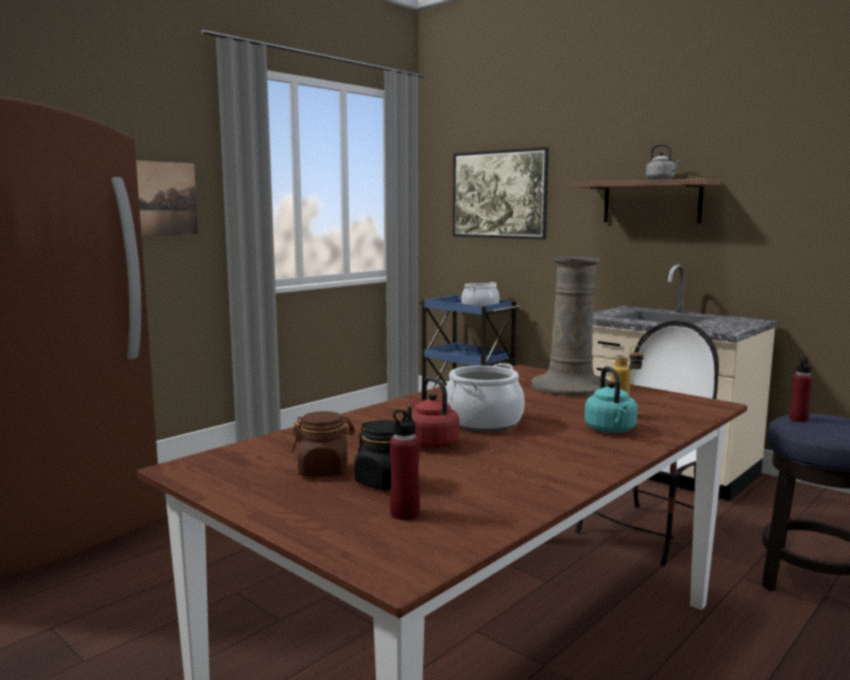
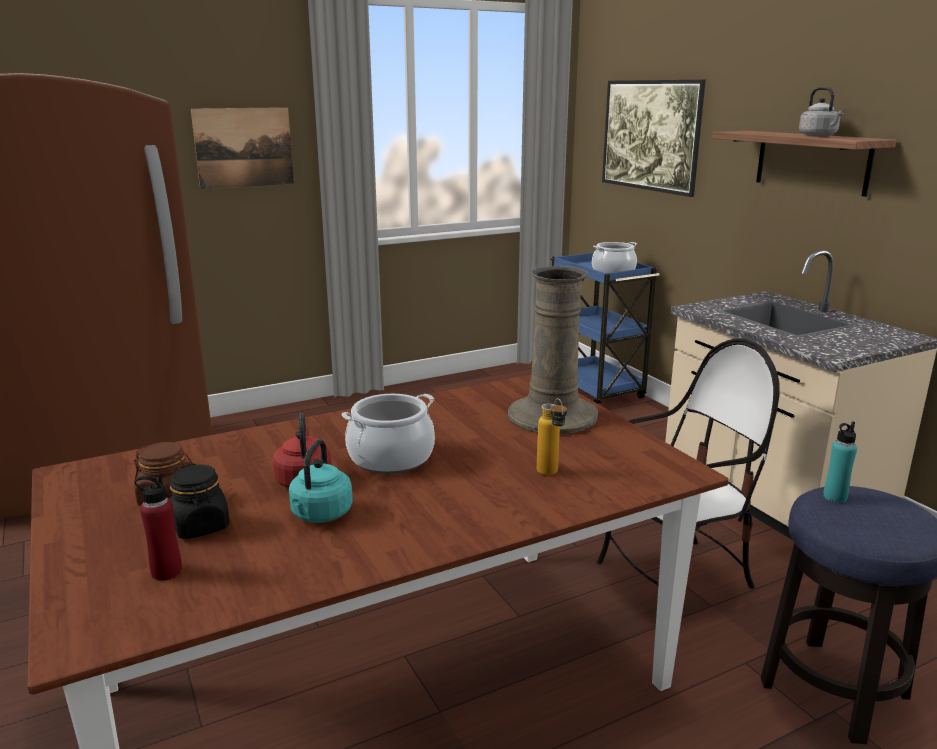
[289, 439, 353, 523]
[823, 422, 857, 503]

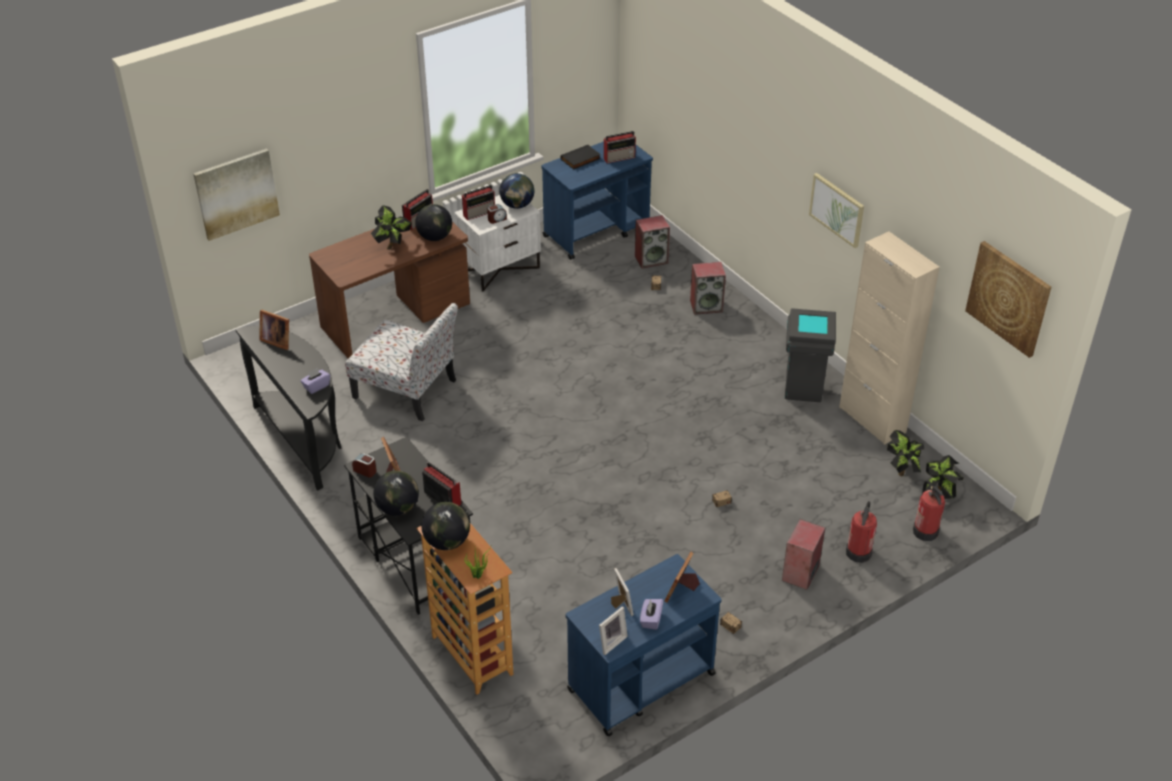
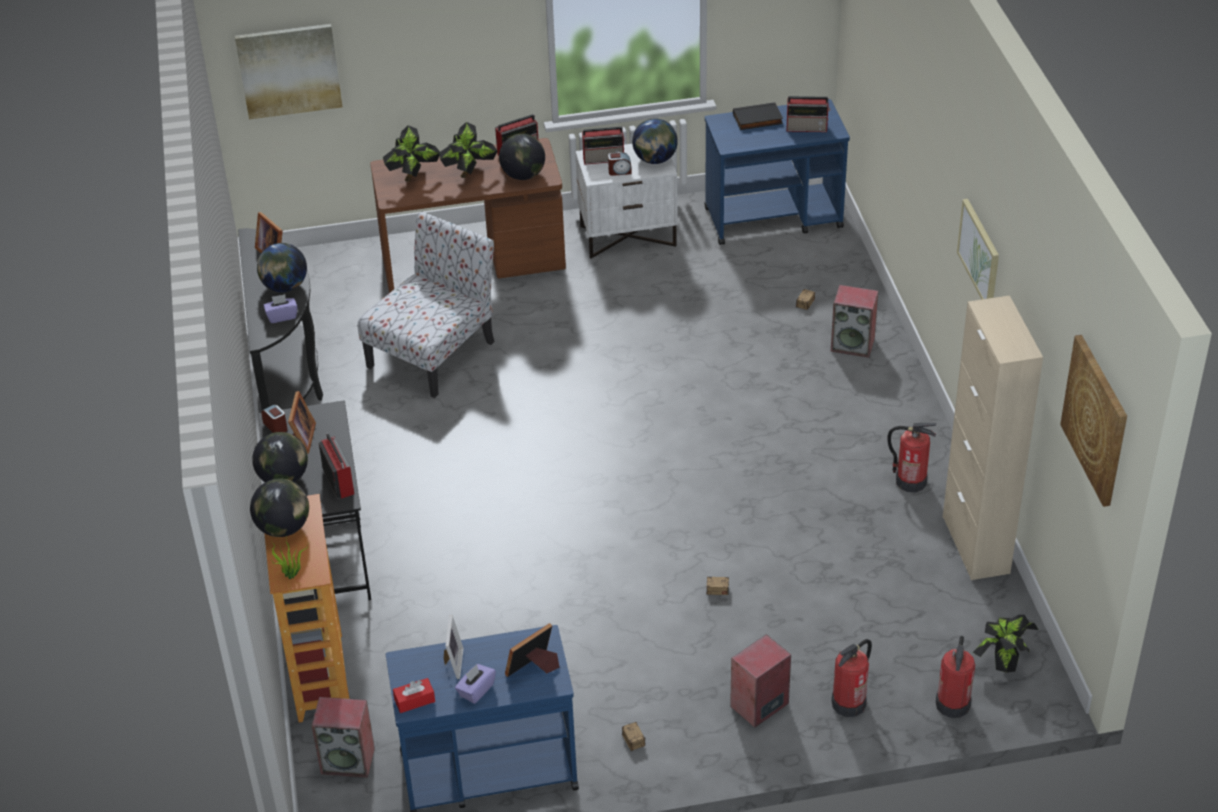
[357, 211, 495, 398]
[393, 678, 435, 713]
[311, 697, 375, 778]
[887, 423, 937, 492]
[383, 125, 440, 181]
[257, 243, 307, 292]

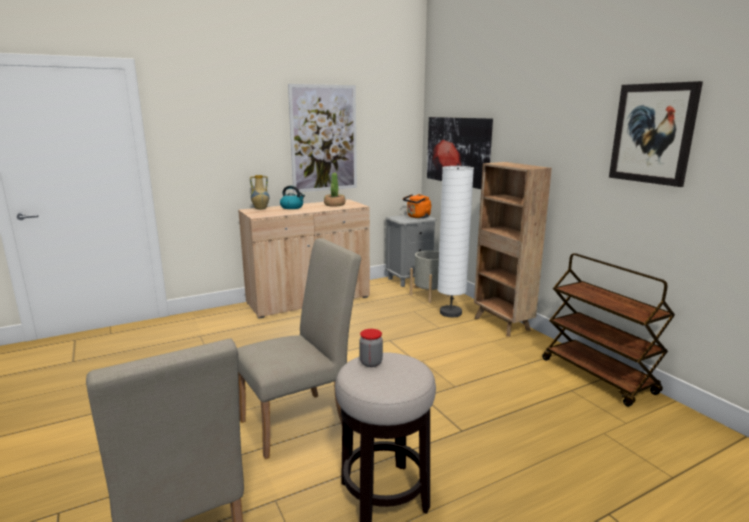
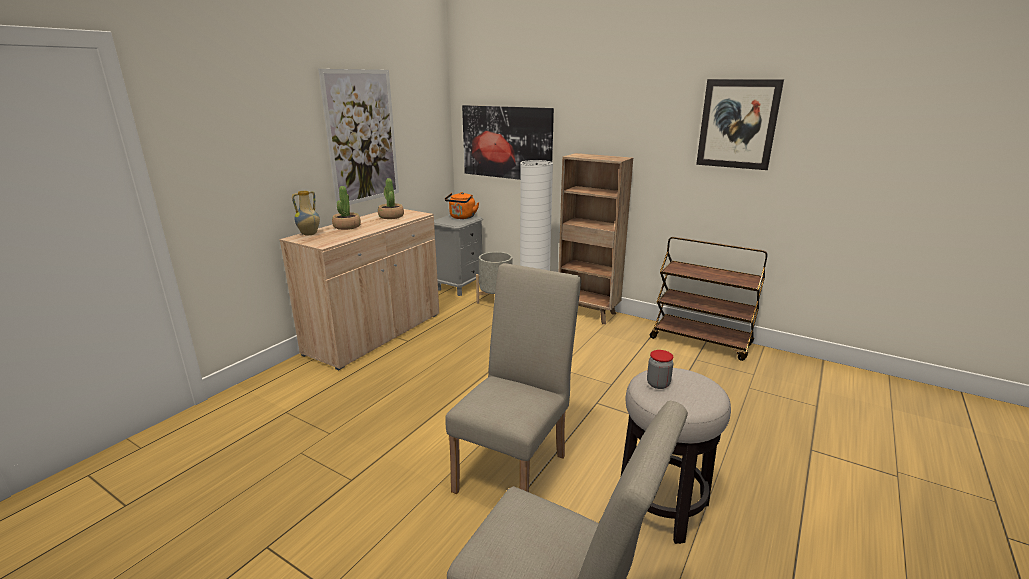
[332, 186, 361, 230]

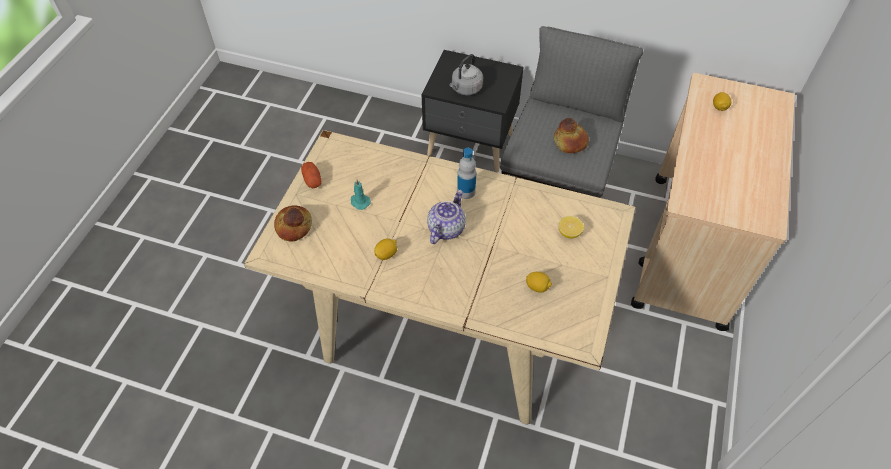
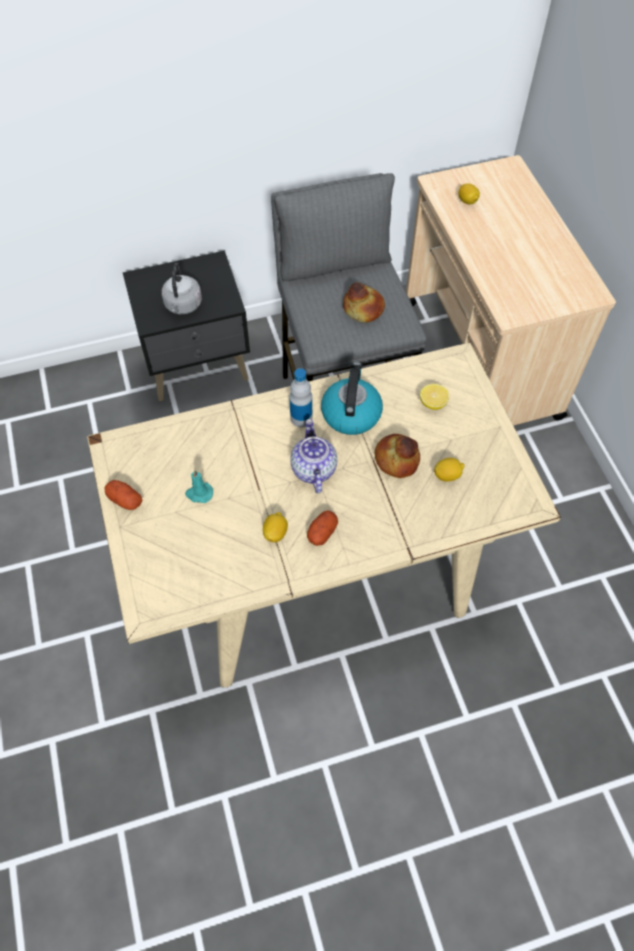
[375, 434, 420, 478]
[307, 510, 338, 546]
[321, 362, 383, 435]

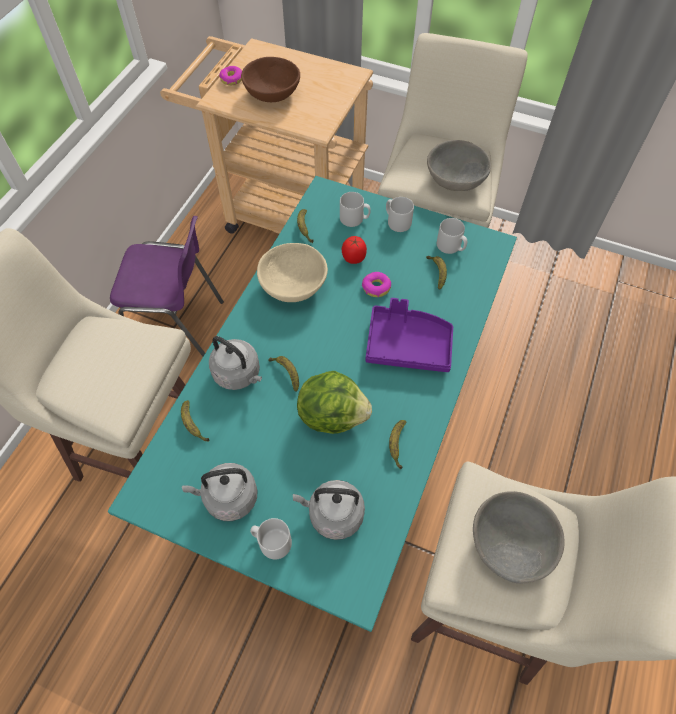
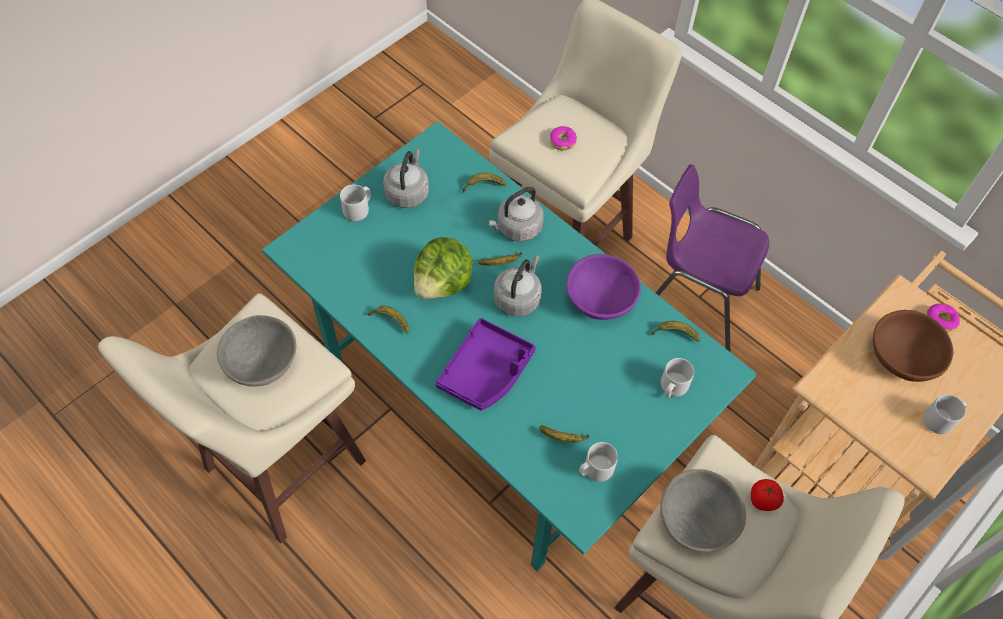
[655, 164, 769, 352]
[566, 254, 641, 320]
[494, 256, 542, 316]
[751, 479, 784, 511]
[550, 126, 577, 150]
[923, 394, 967, 434]

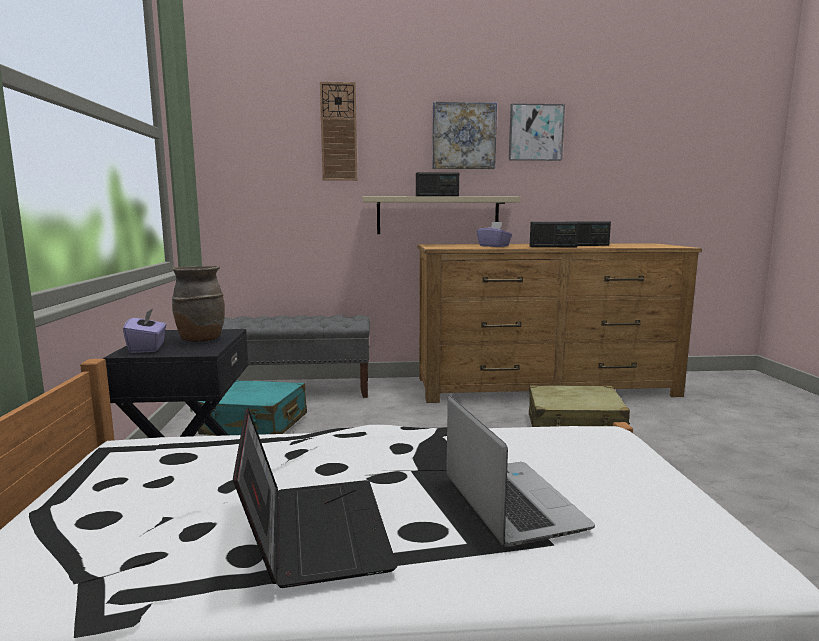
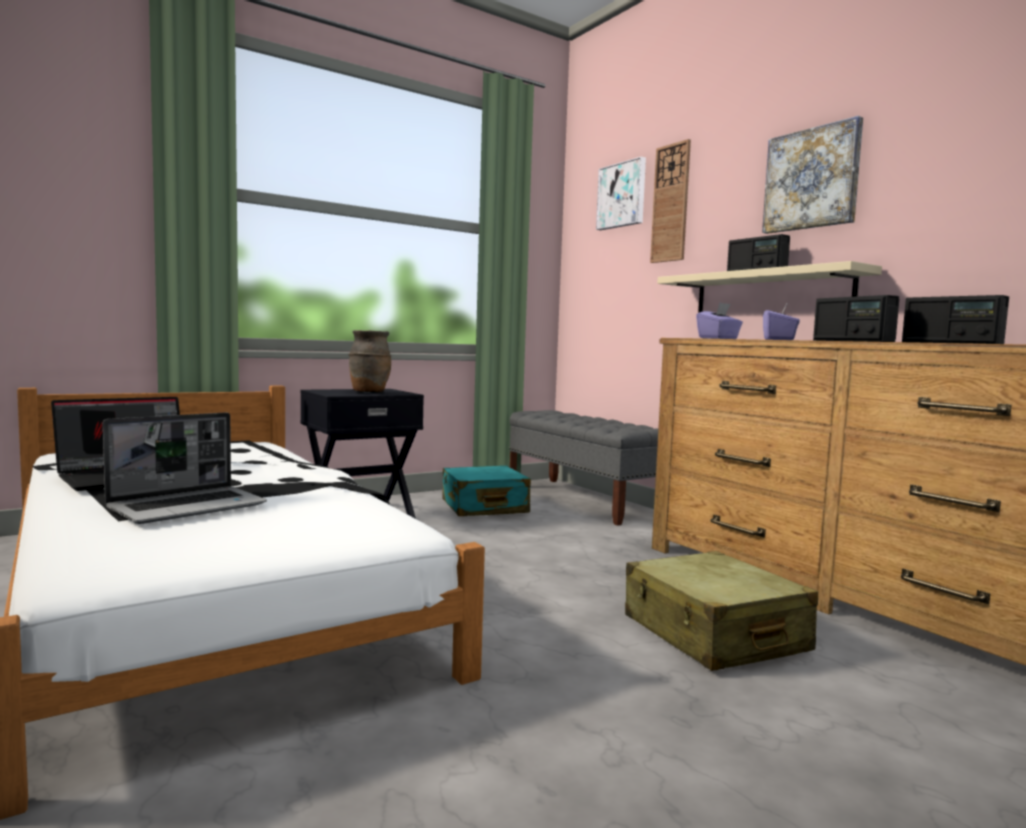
[696, 303, 743, 339]
[596, 157, 646, 230]

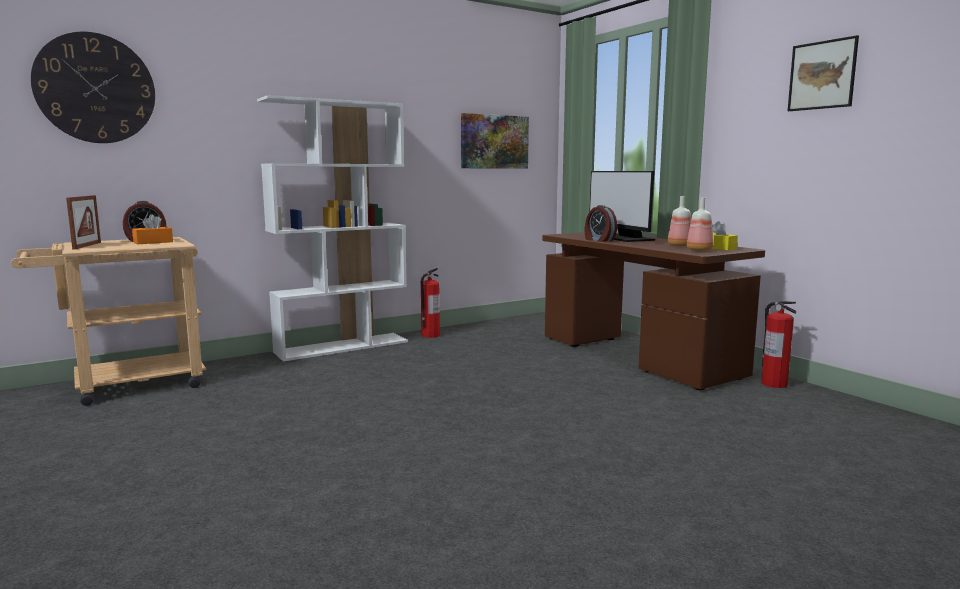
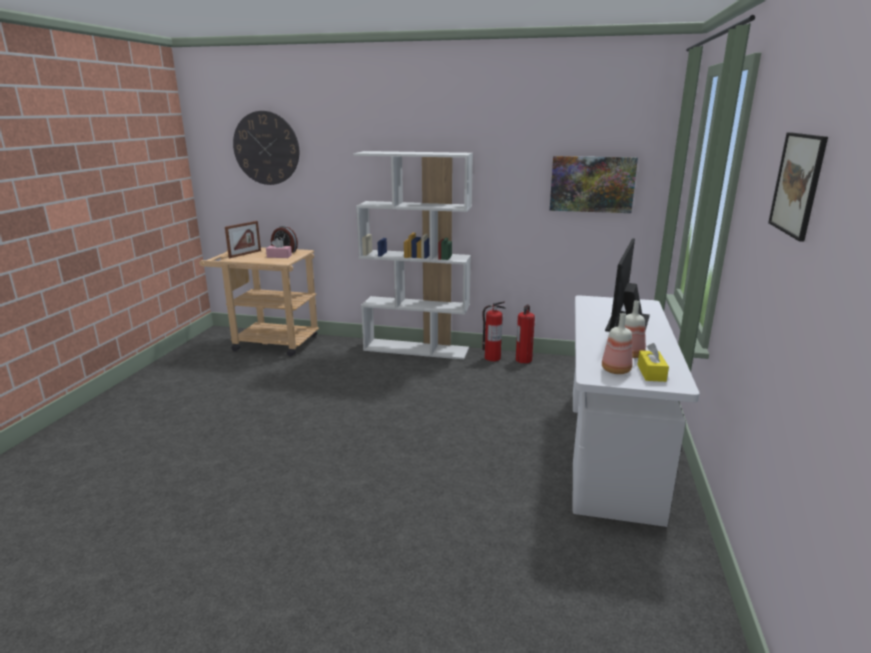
[266, 238, 292, 258]
[573, 295, 700, 527]
[585, 205, 617, 242] (first image)
[516, 305, 535, 363]

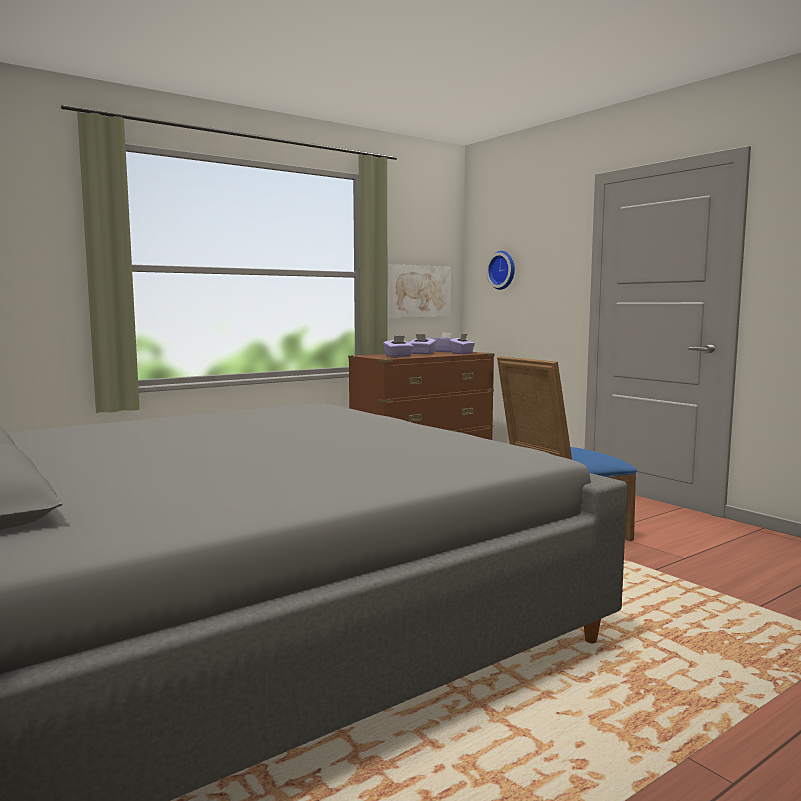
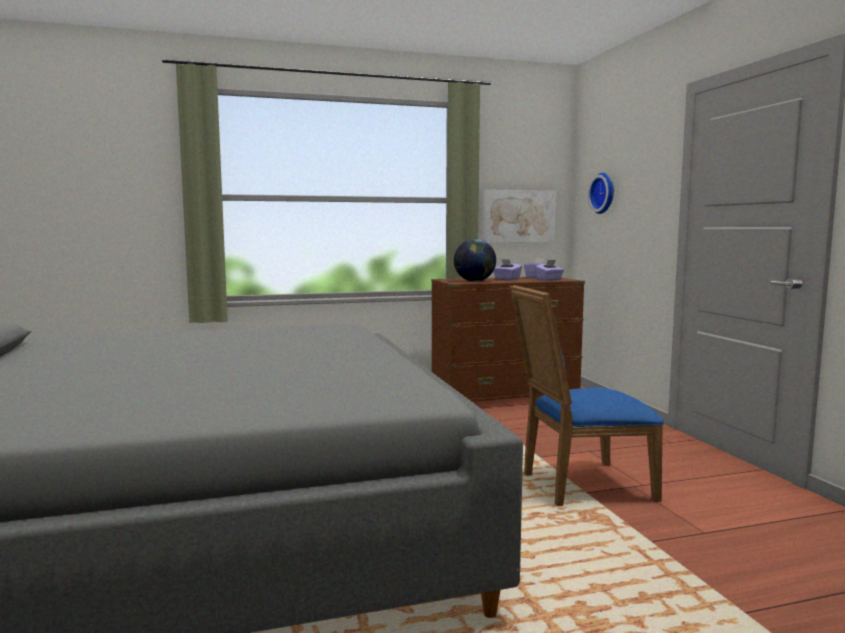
[454, 239, 496, 282]

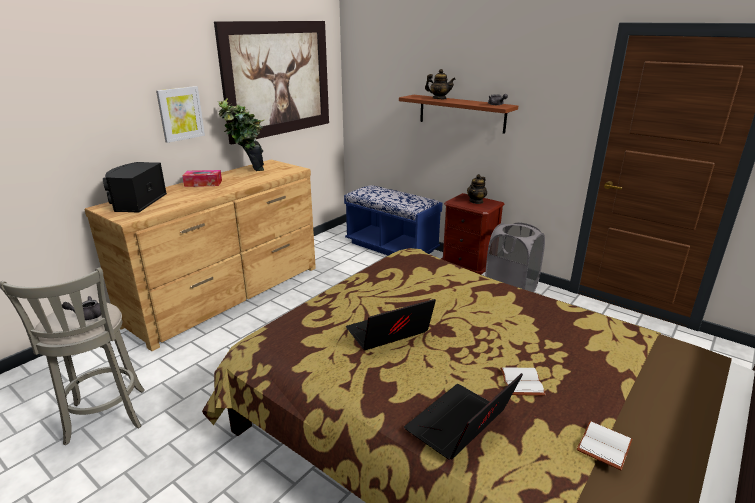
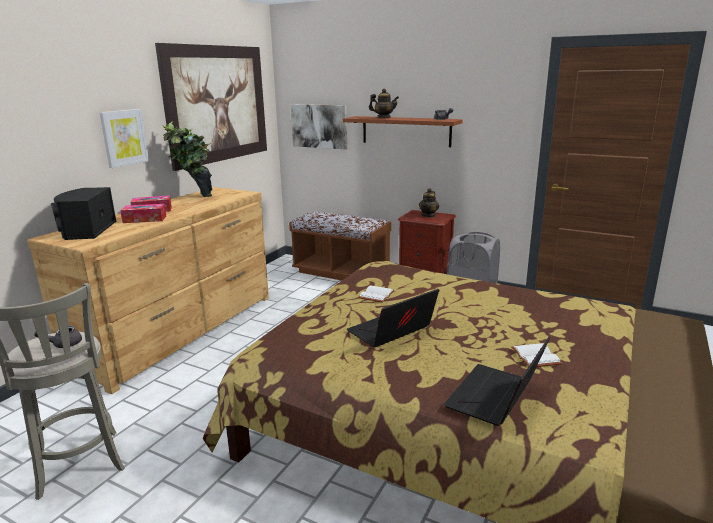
[289, 212, 391, 281]
[358, 285, 395, 303]
[120, 204, 166, 223]
[291, 104, 347, 149]

